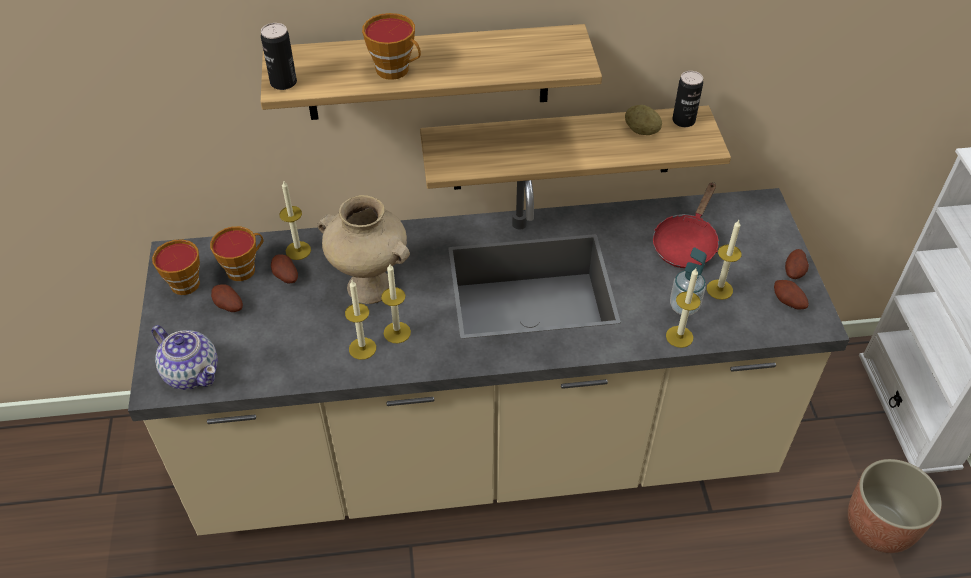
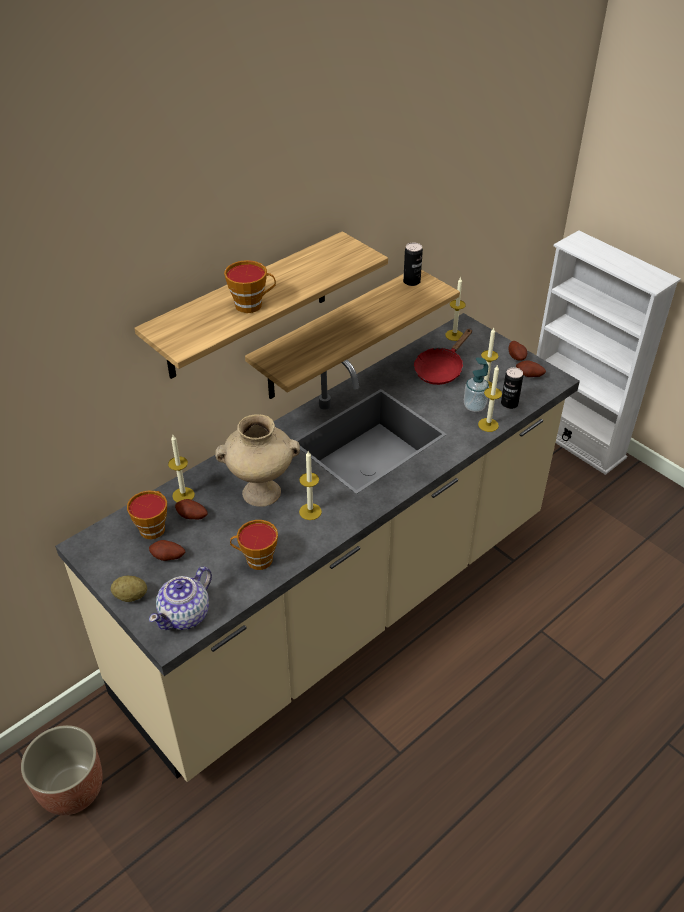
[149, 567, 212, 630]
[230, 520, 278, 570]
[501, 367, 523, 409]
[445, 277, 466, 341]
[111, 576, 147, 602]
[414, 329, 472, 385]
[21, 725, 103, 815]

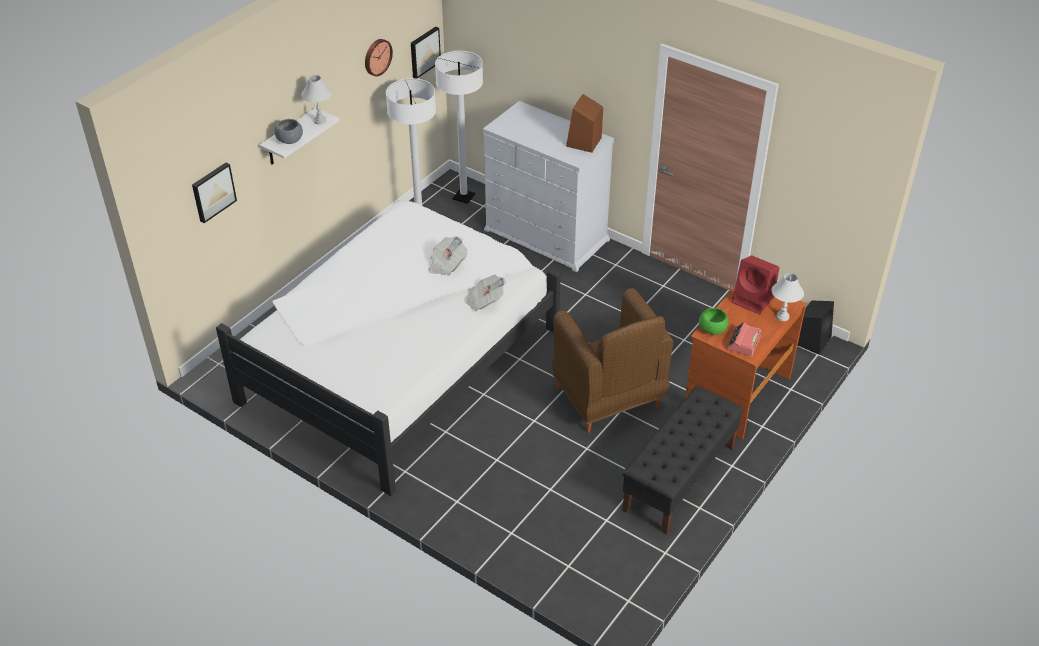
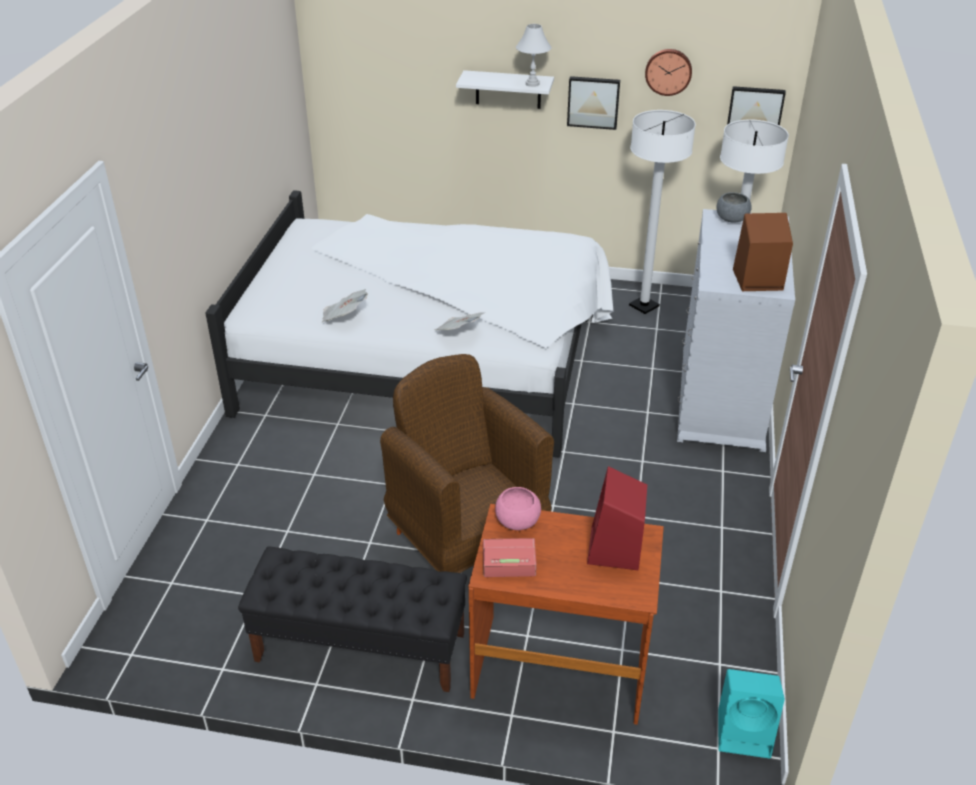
[567, 76, 620, 130]
[716, 192, 752, 223]
[322, 289, 368, 322]
[380, 354, 554, 573]
[495, 487, 541, 530]
[772, 273, 804, 321] (first image)
[718, 669, 785, 759]

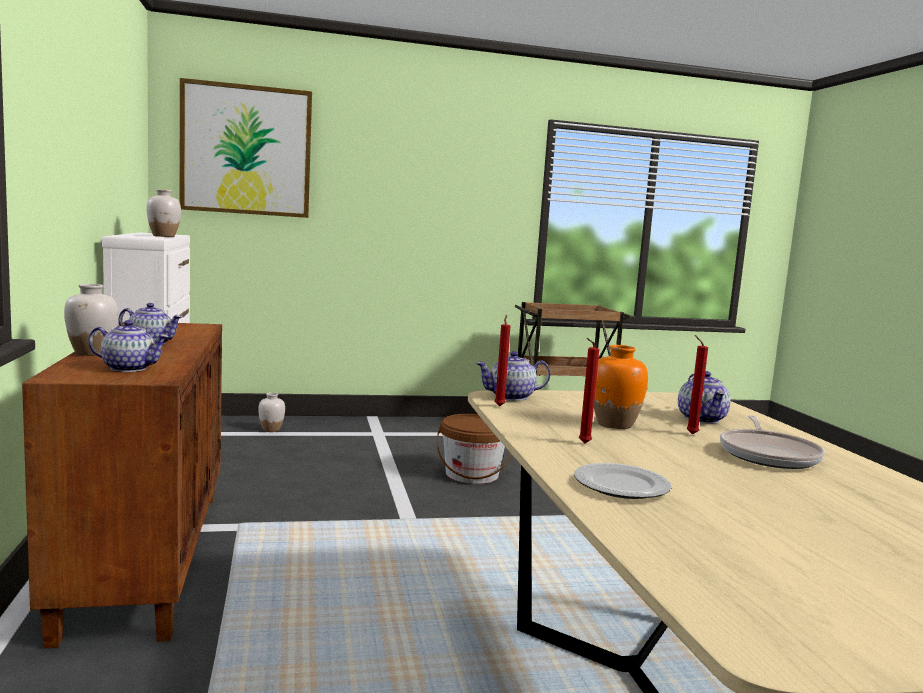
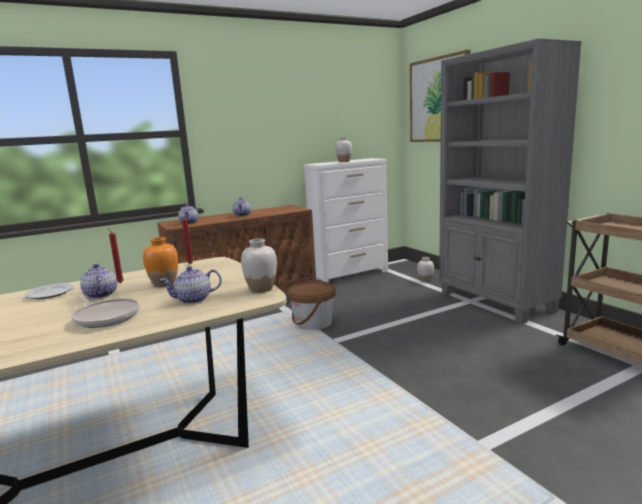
[241, 238, 277, 293]
[288, 281, 336, 330]
[80, 264, 117, 299]
[687, 335, 708, 435] (first image)
[71, 295, 140, 328]
[439, 38, 582, 324]

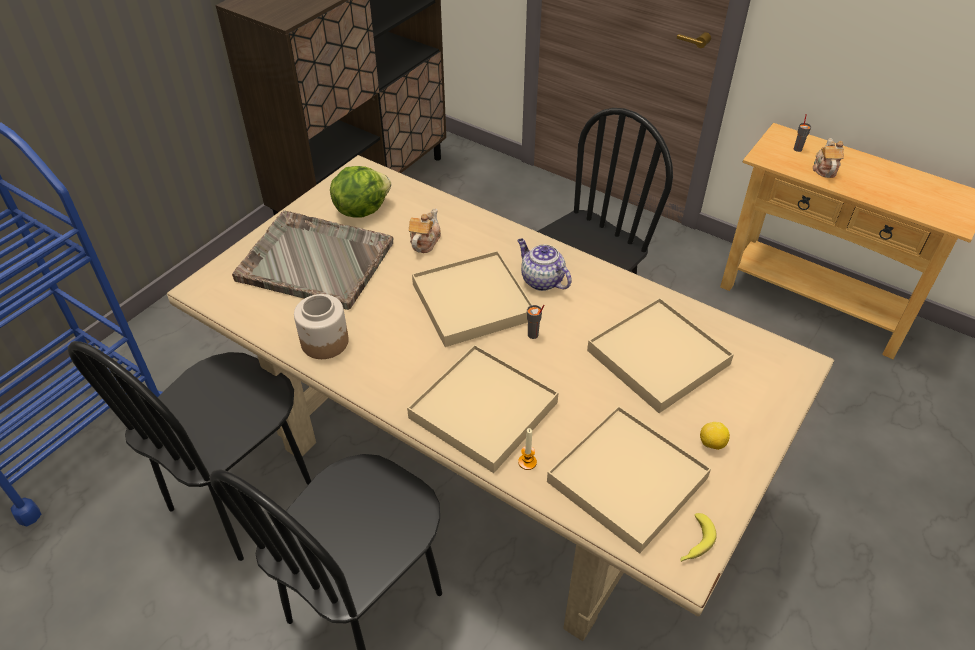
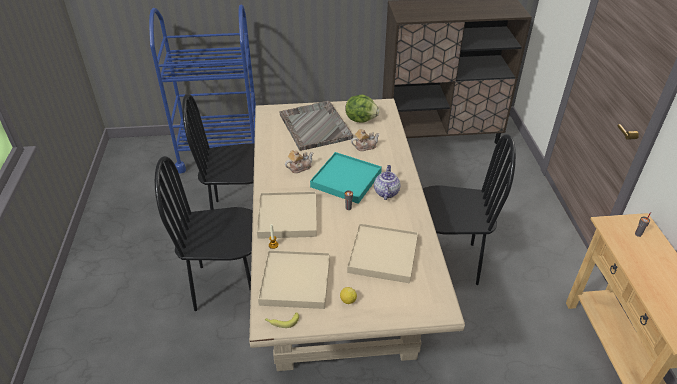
[294, 294, 349, 359] (first image)
[310, 152, 382, 204]
[285, 150, 314, 173]

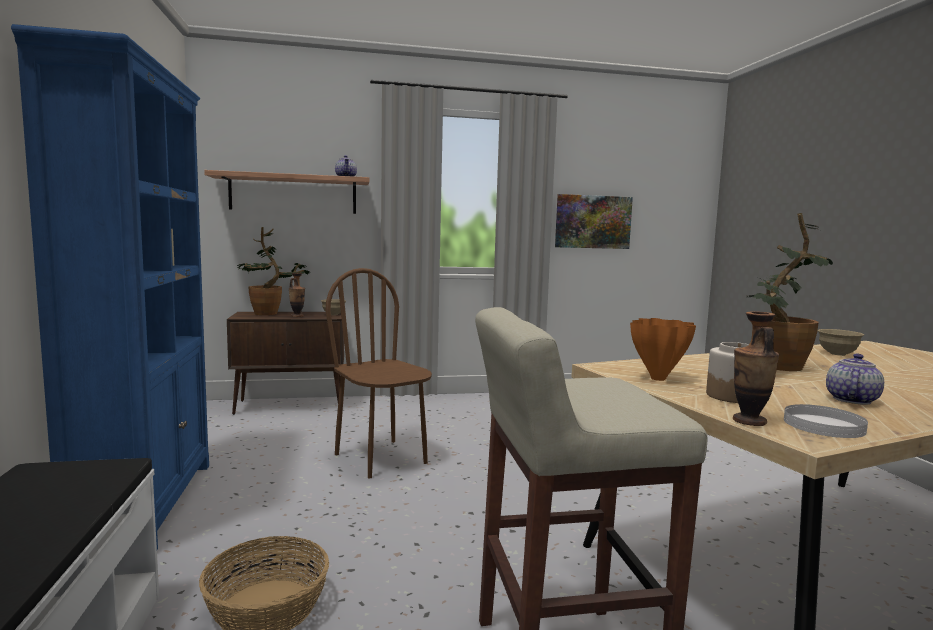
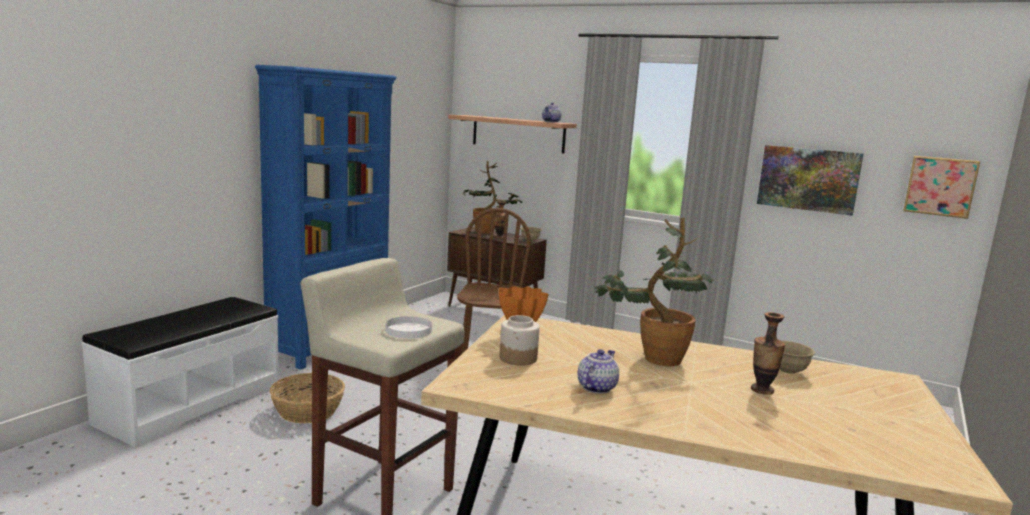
[751, 312, 785, 395]
[385, 316, 432, 339]
[578, 349, 619, 394]
[903, 156, 980, 219]

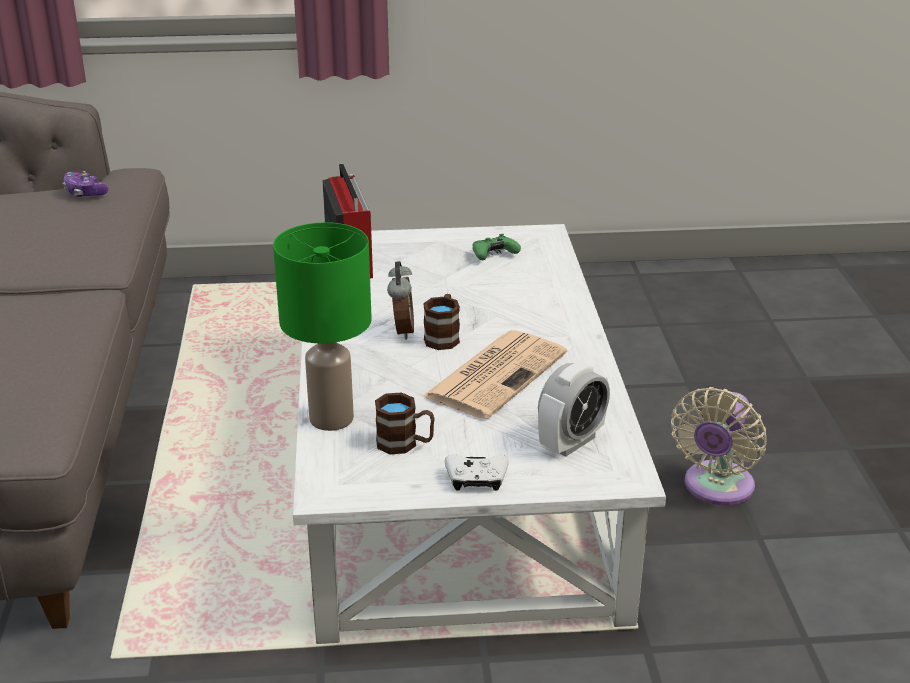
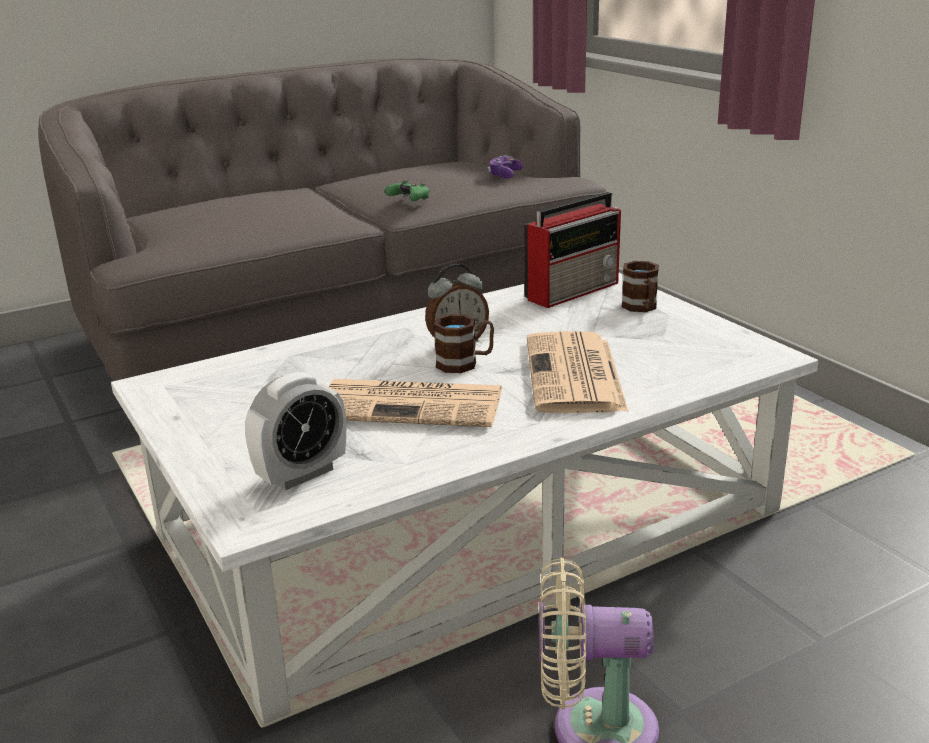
[273, 222, 372, 431] (first image)
[622, 261, 659, 312]
[445, 454, 508, 491] (first image)
[385, 180, 429, 201]
[245, 372, 346, 490]
[527, 331, 629, 413]

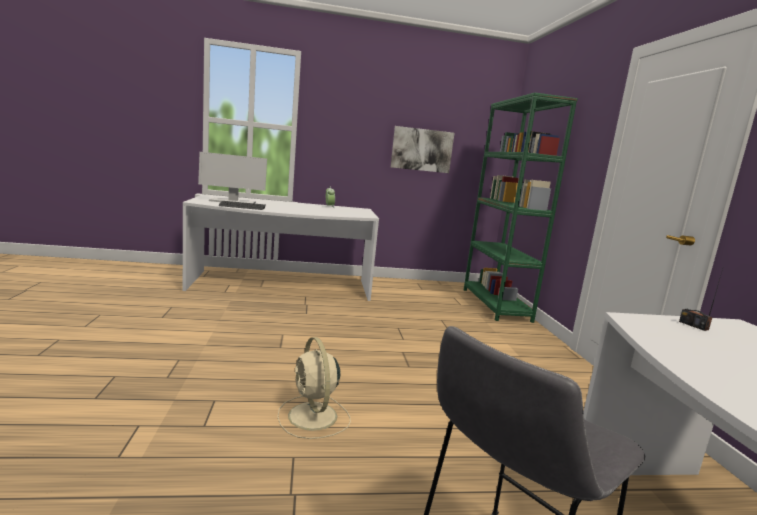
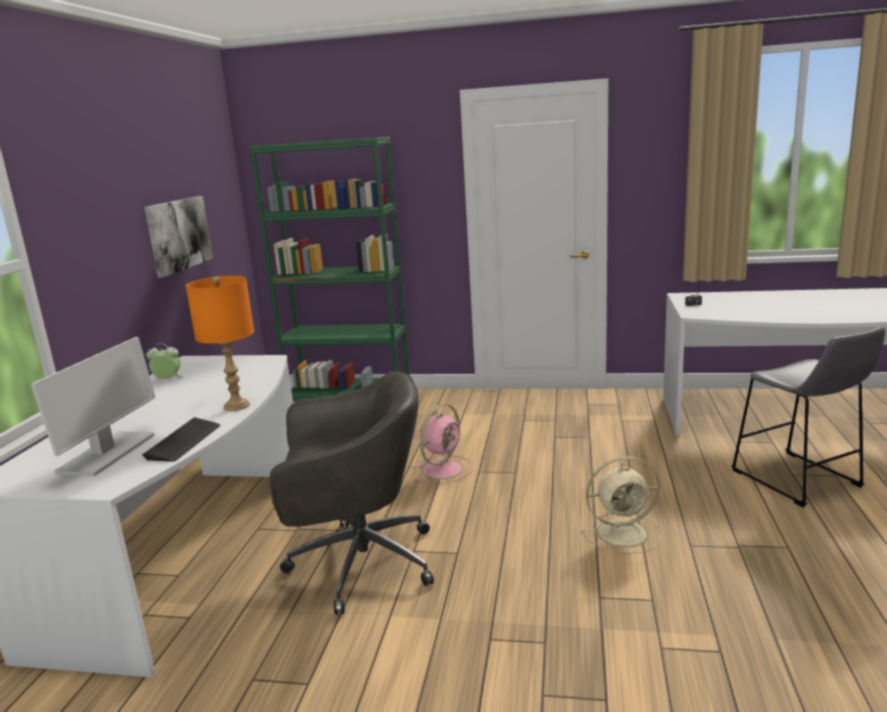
[186, 276, 254, 411]
[269, 371, 434, 615]
[415, 404, 473, 484]

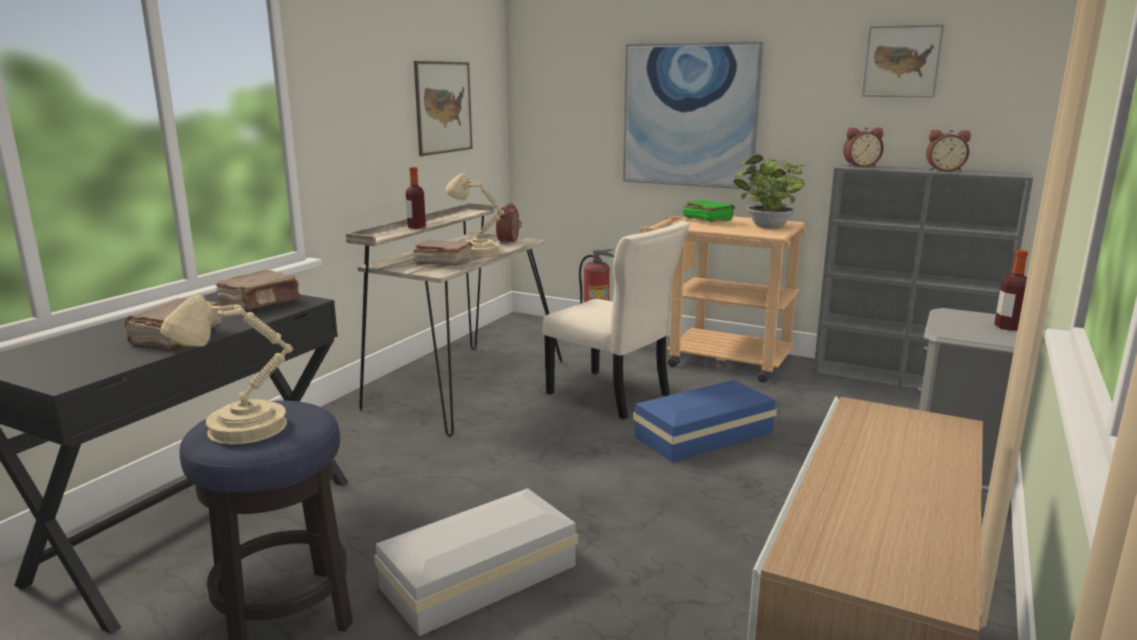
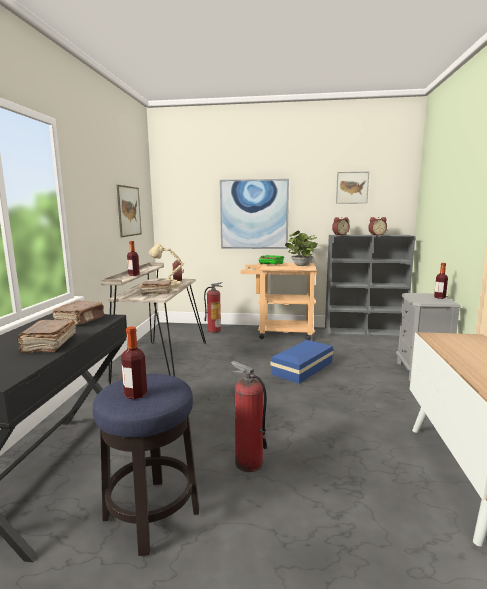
[121, 327, 147, 399]
[231, 361, 267, 472]
[542, 221, 690, 419] (first image)

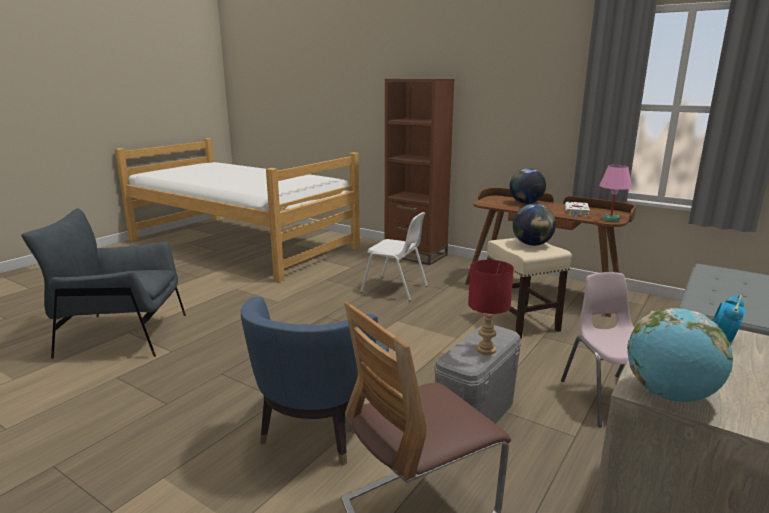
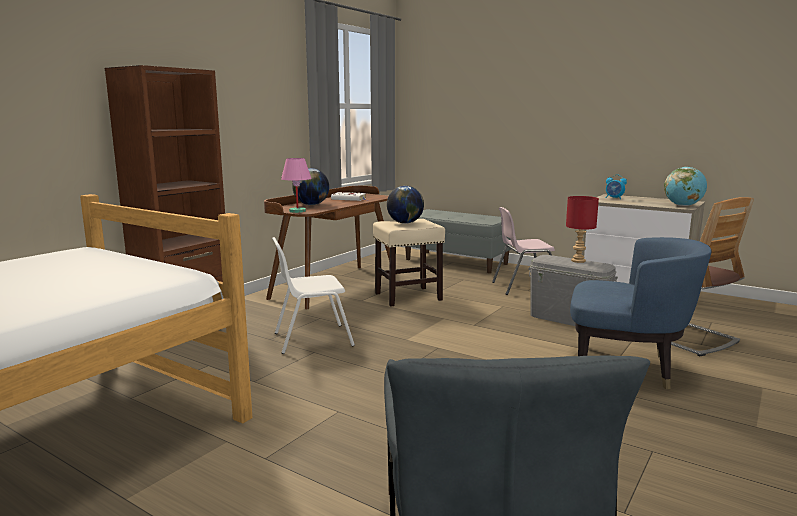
[272, 237, 355, 354]
[281, 158, 312, 213]

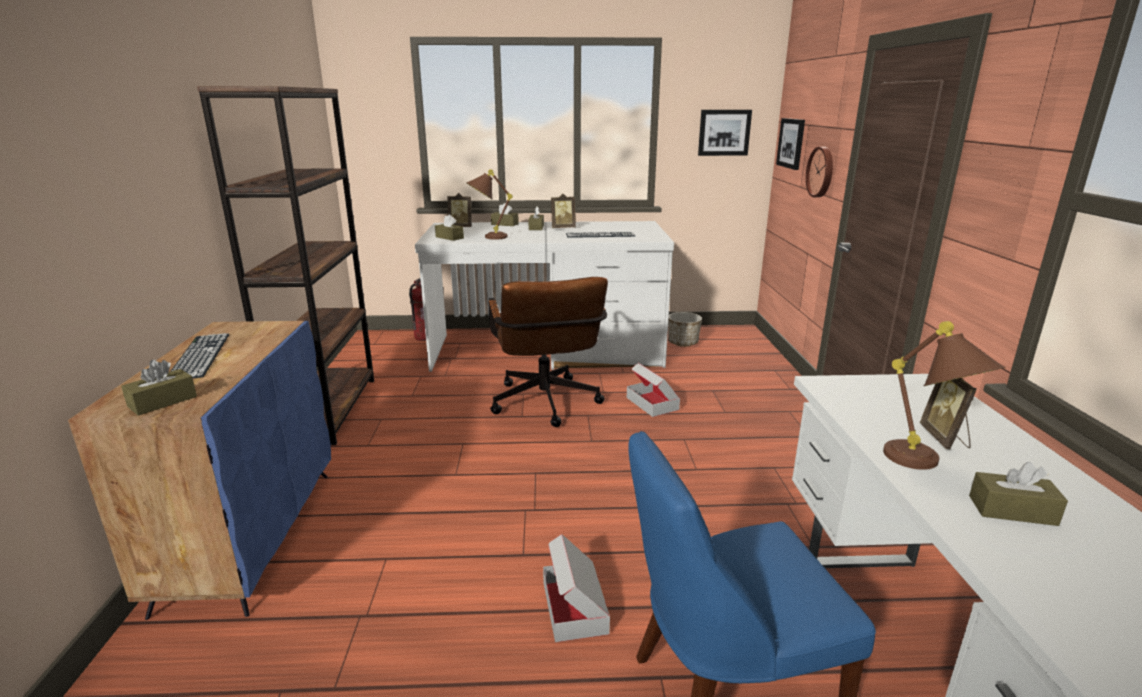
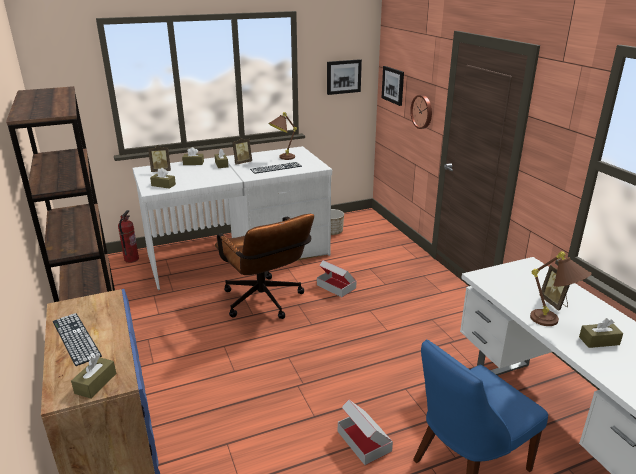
[268, 112, 297, 160]

